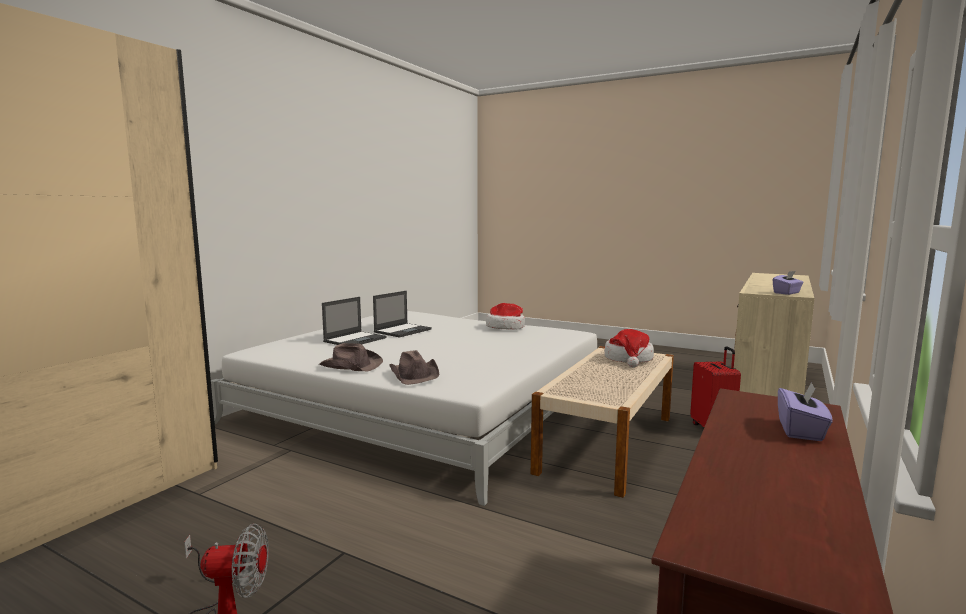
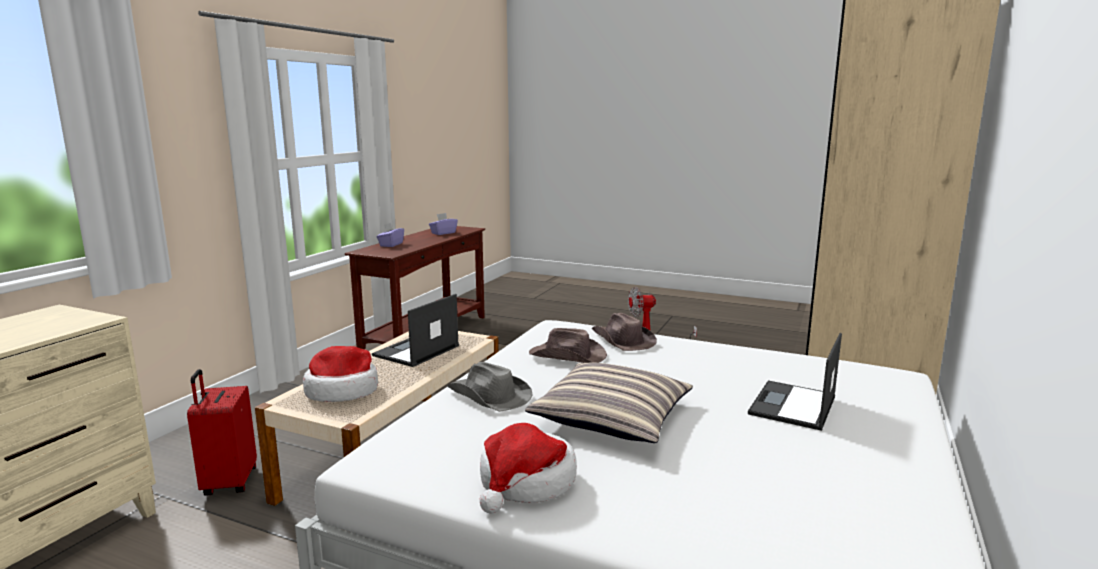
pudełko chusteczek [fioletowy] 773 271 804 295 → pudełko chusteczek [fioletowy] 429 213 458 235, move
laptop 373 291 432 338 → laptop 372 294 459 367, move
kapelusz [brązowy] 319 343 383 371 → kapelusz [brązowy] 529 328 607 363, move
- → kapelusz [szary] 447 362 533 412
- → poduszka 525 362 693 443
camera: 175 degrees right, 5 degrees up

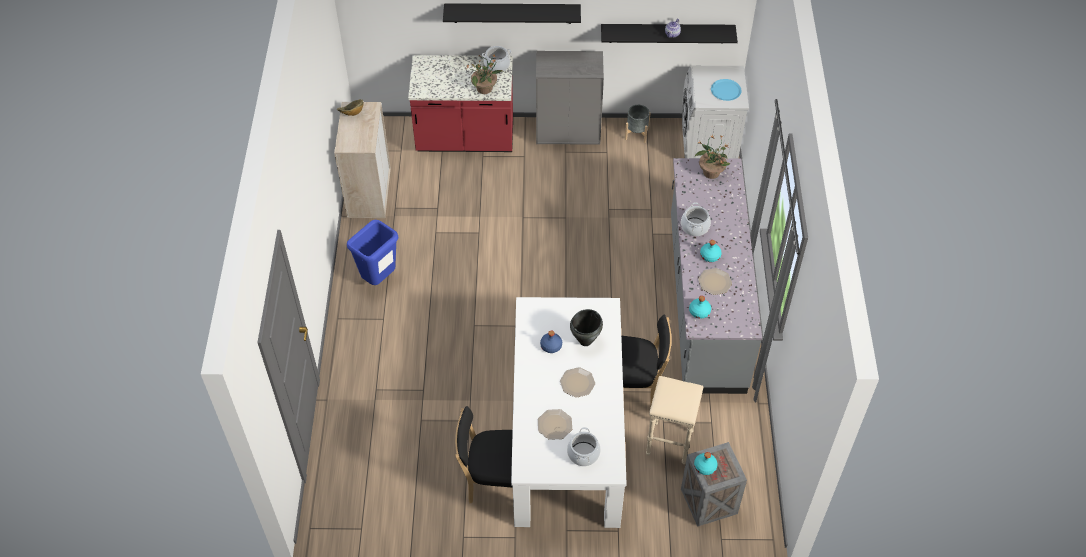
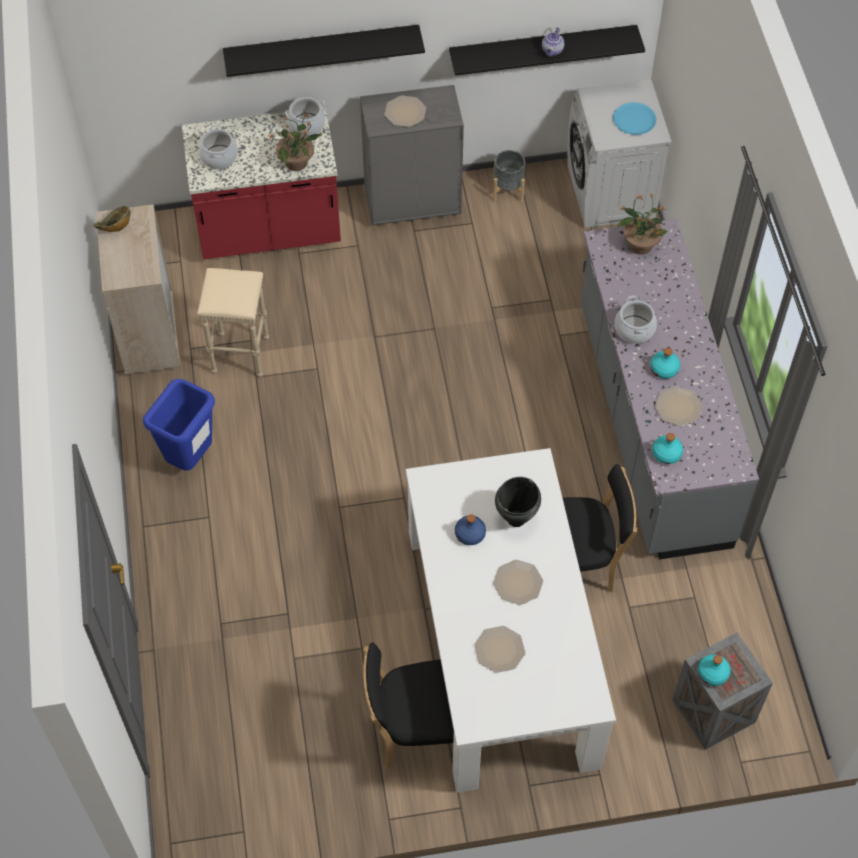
stołek [beżowy] 646 376 703 464 → stołek [beżowy] 197 268 269 377, move
garnek 567 427 601 466 → garnek 199 125 238 169, move
- → talerz 384 95 427 127
camera: 10 degrees left, 5 degrees up

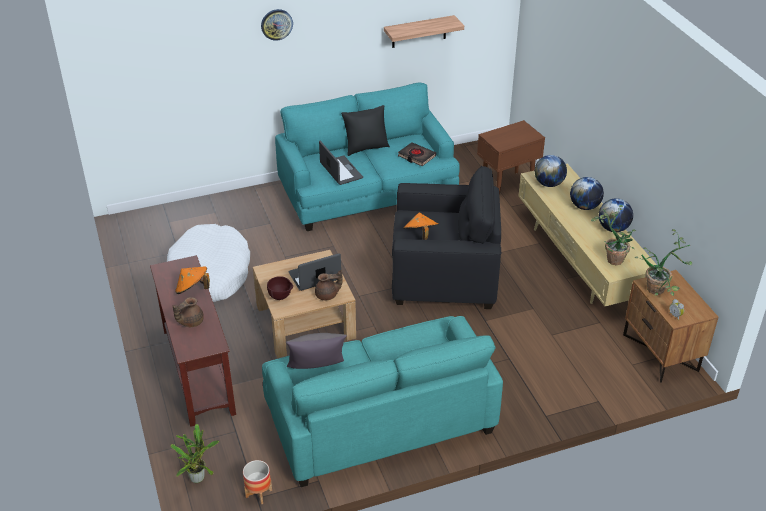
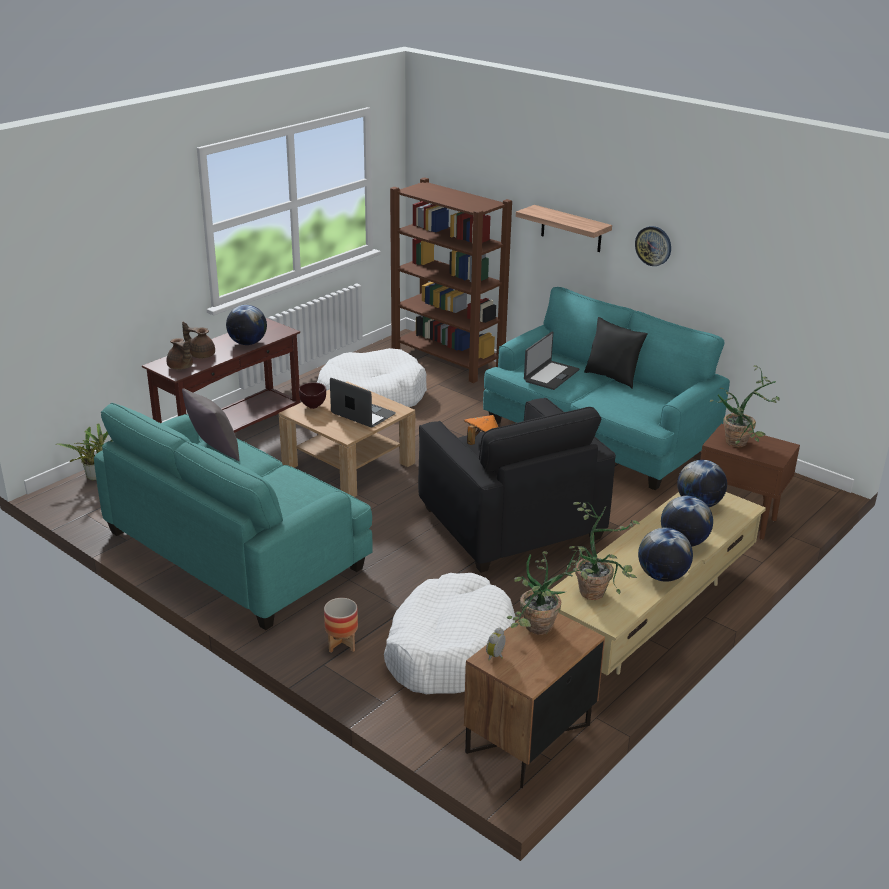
zegar ścienny 261 9 293 41 → zegar ścienny 635 226 671 266, move
półka 384 15 464 48 → półka 516 205 612 252, move
książka [czarny] 398 142 436 166 → -
kapelusz [pomarańczowy] 175 266 210 294 → globus 226 305 267 345
imbryk [brązowy] 315 270 342 300 → imbryk [brązowy] 167 338 193 370, move
donica 243 460 272 504 → donica 324 598 358 653, move
- → regał [brązowy] 390 177 512 383
- → roślina doniczkowa 710 365 780 447
- → legowisko [biały] 384 573 516 694
camera: 60 degrees right, 10 degrees down

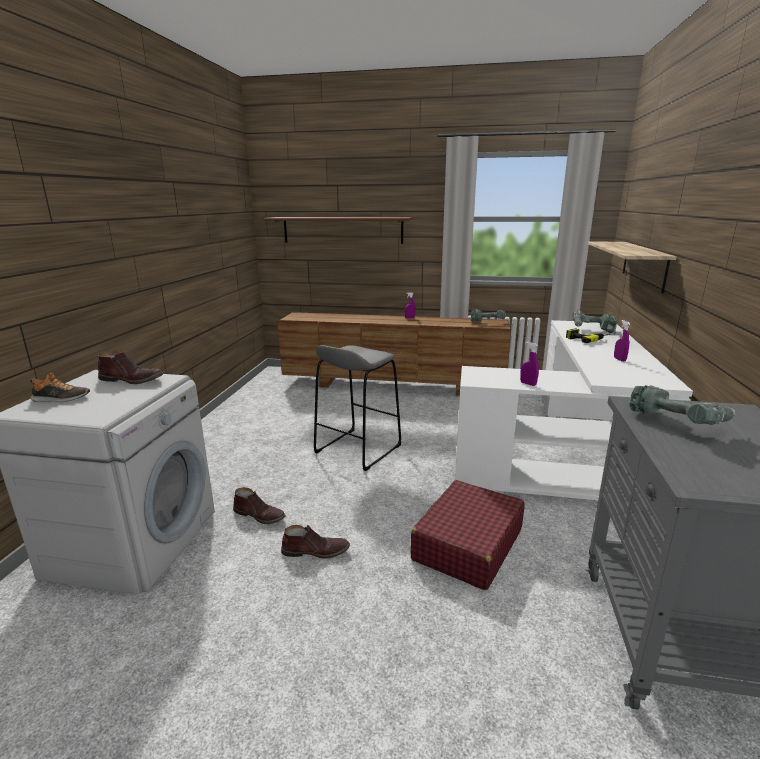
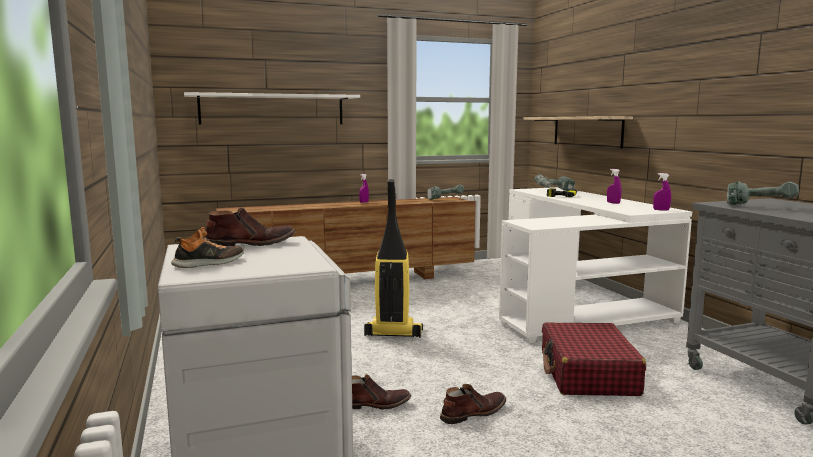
półka [brązowy] 263 217 413 244 → półka [biały] 184 92 360 125
spryskiwacz [fioletowy] 520 342 539 386 → spryskiwacz [fioletowy] 653 173 671 211, move
stołek [szary] 314 345 402 471 → odkurzacz 364 179 423 338
camera: 30 degrees left, 10 degrees down

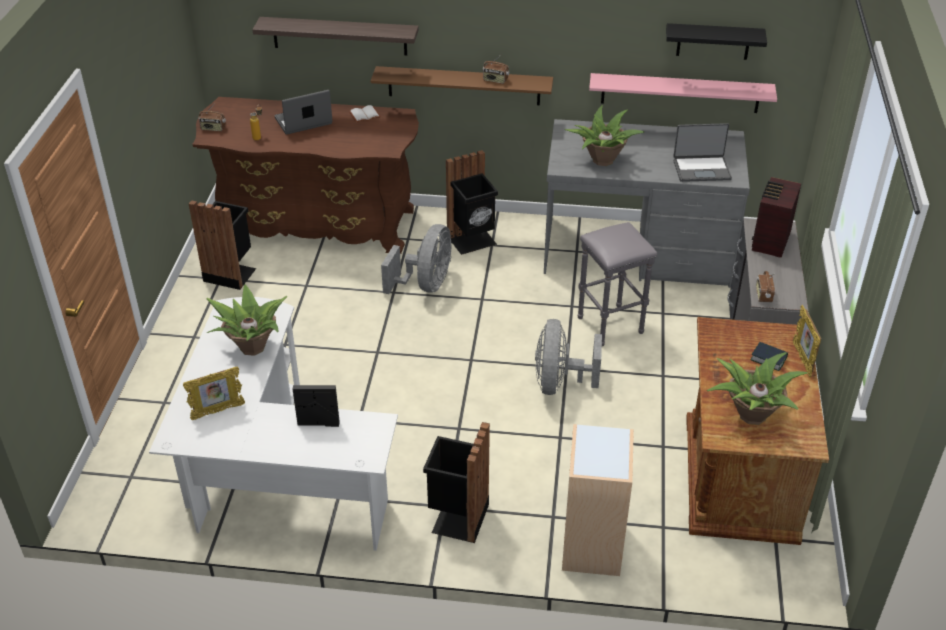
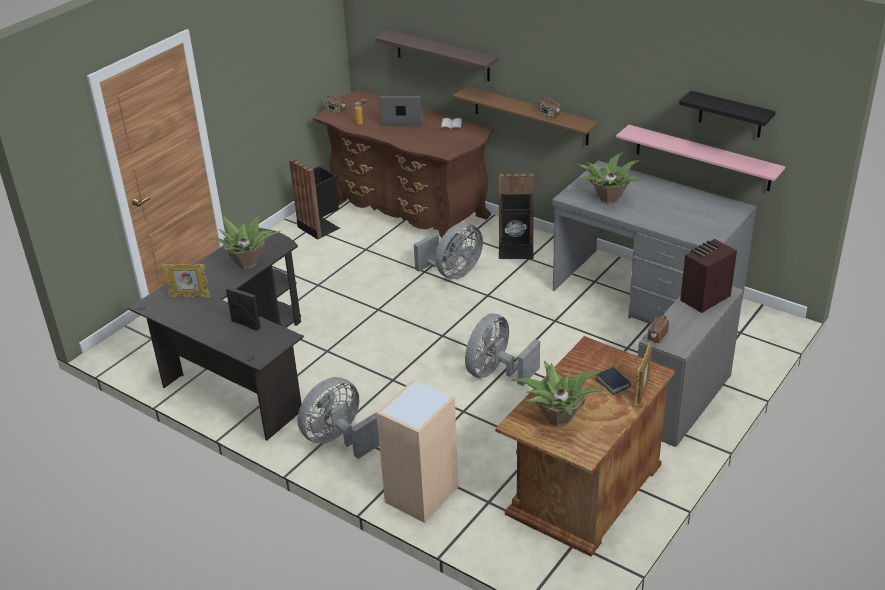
laptop 673 123 732 182 → -
stołek [szary] 578 222 657 346 → -
biurko [biały] 149 297 398 551 → biurko [czarny] 128 228 304 441
kosz na śmieci [czarny] 423 422 490 543 → wentylator [szary] 297 377 379 459
camera: 30 degrees right, 5 degrees down

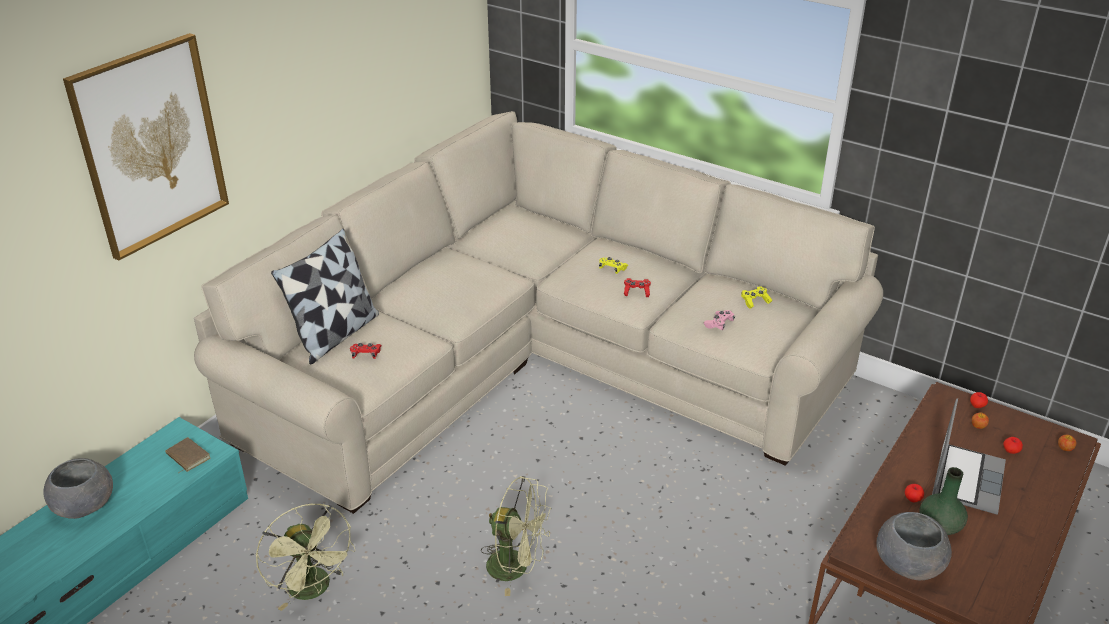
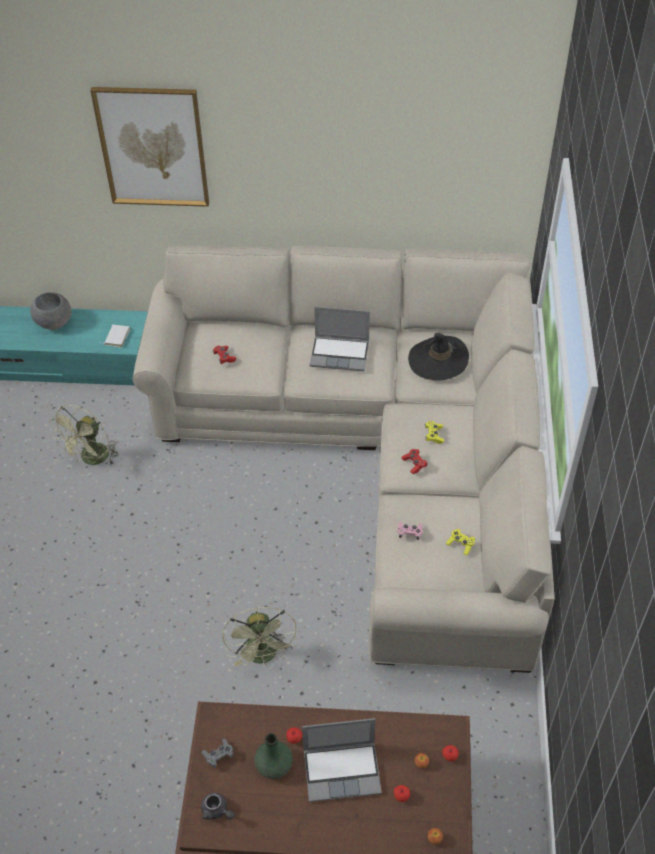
poduszka 271 228 379 365 → -
książka [brązowy] 165 437 211 474 → książka [biały] 101 325 130 348
wentylator [zielony] 481 476 552 596 → wentylator [zielony] 222 607 297 667, move
miska [szary] 876 512 952 580 → pad do gier [szary] 202 738 233 768
- → laptop 310 307 370 371
- → kapelusz [czarny] 408 329 469 381
- → imbryk [szary] 201 793 235 820
camera: 60 degrees right, 15 degrees up

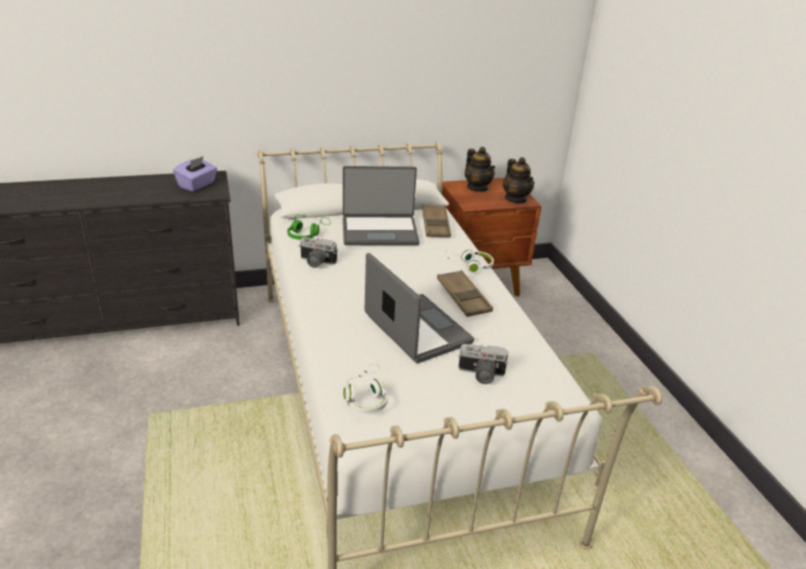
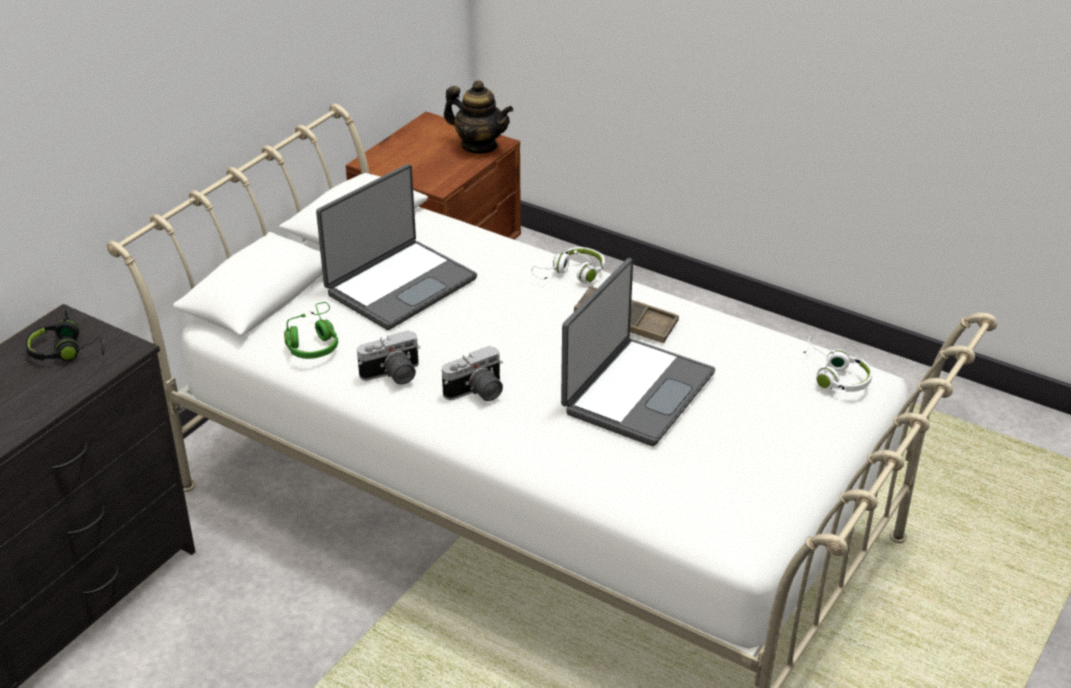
imbryk 465 147 495 192 → -
pudełko chusteczek [fioletowy] 173 156 217 191 → słuchawki [czarny] 25 311 104 361
taca [brązowy] 422 204 451 238 → -
laptop 364 253 474 363 → laptop 561 258 715 447, 105 degrees clockwise
aparat fotograficzny 458 344 508 384 → aparat fotograficzny 442 345 503 401, move
słuchawki [biały] 344 364 388 414 → słuchawki [biały] 804 337 873 392, move
camera: 40 degrees left, 5 degrees up

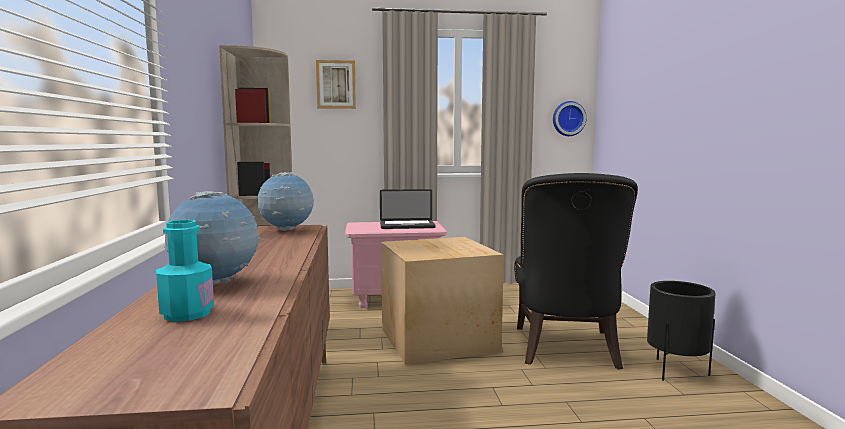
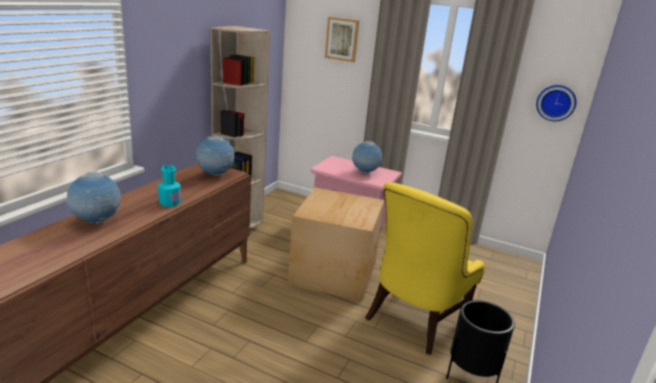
krzesło [czarny] 514 173 638 370 → krzesło [żółty] 365 182 485 355
laptop 380 189 436 229 → globus 352 141 382 173
butelka [turkusowy] 156 220 214 322 → butelka [turkusowy] 158 165 181 207, move
camera: 30 degrees right, 15 degrees up

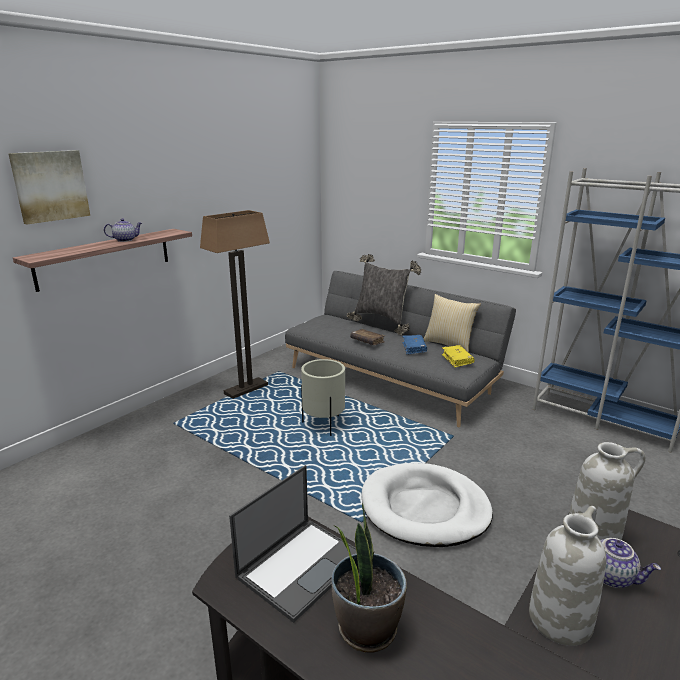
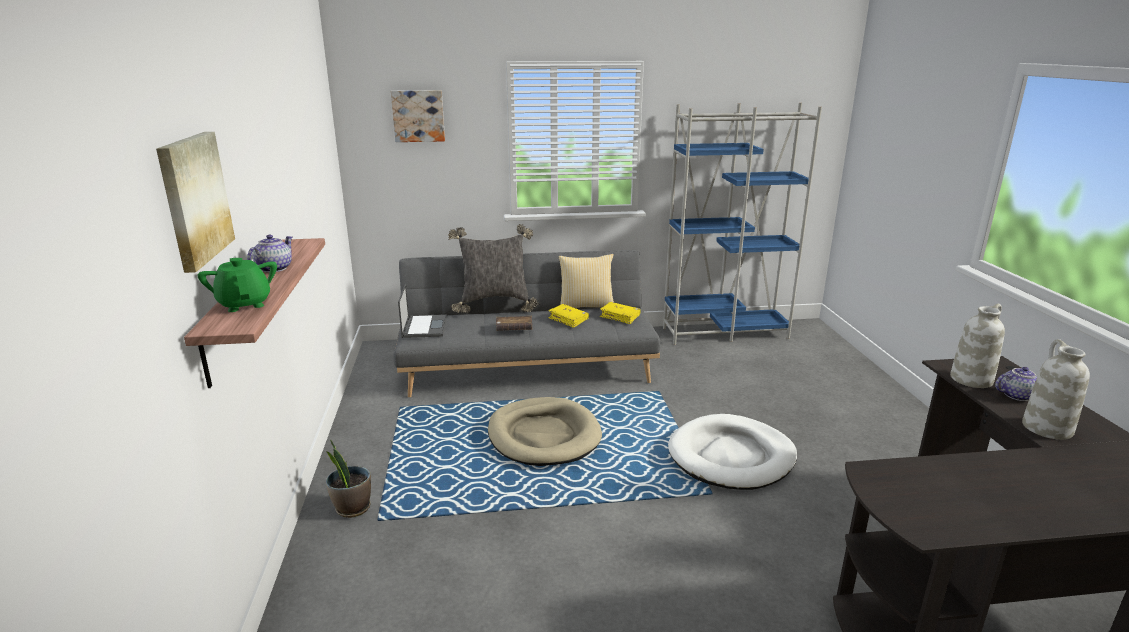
lampa stojąca 200 210 270 399 → -
książka [niebieski] 402 335 427 355 → książka [żółty] 548 304 589 328
donica [beżowy] 301 359 345 436 → legowisko [beżowy] 488 397 602 466
laptop 229 465 357 623 → laptop 398 284 447 338, move
roślina doniczkowa 331 503 407 653 → roślina doniczkowa 326 440 371 518, move
- → obraz 391 90 445 142
- → imbryk [zielony] 198 258 277 312
camera: 45 degrees left, 0 degrees up

